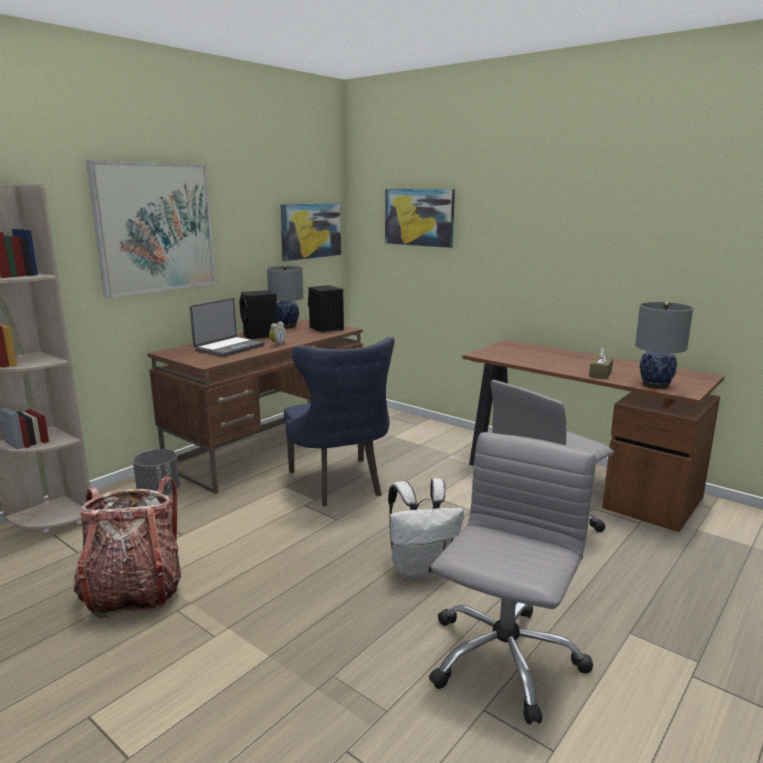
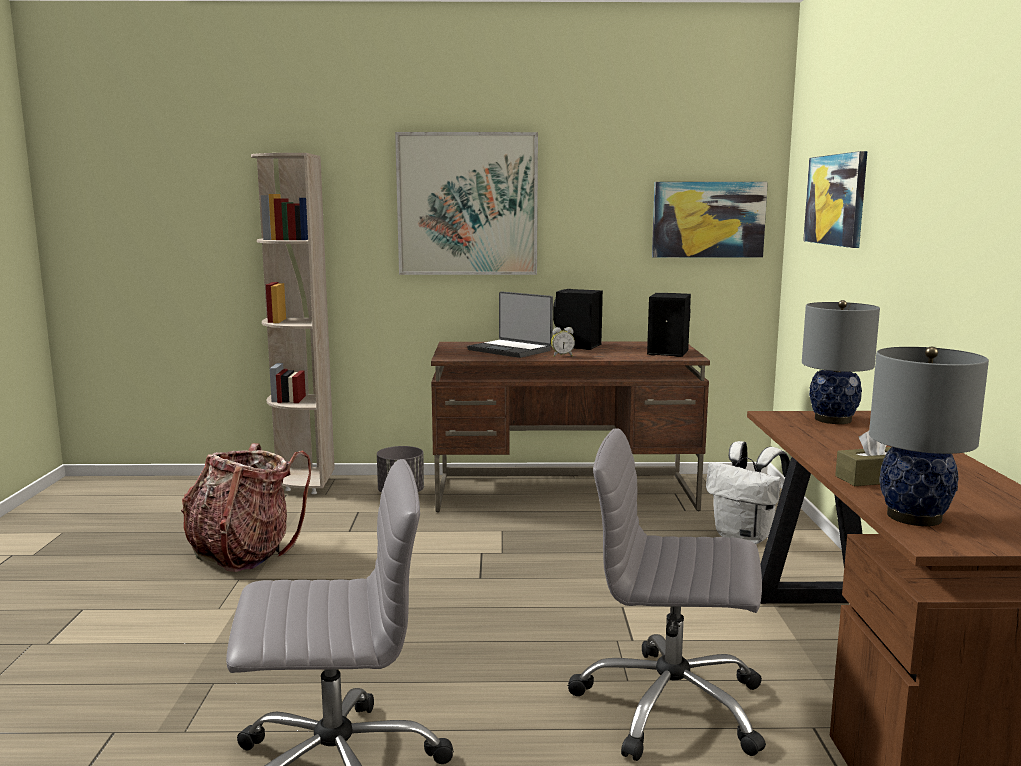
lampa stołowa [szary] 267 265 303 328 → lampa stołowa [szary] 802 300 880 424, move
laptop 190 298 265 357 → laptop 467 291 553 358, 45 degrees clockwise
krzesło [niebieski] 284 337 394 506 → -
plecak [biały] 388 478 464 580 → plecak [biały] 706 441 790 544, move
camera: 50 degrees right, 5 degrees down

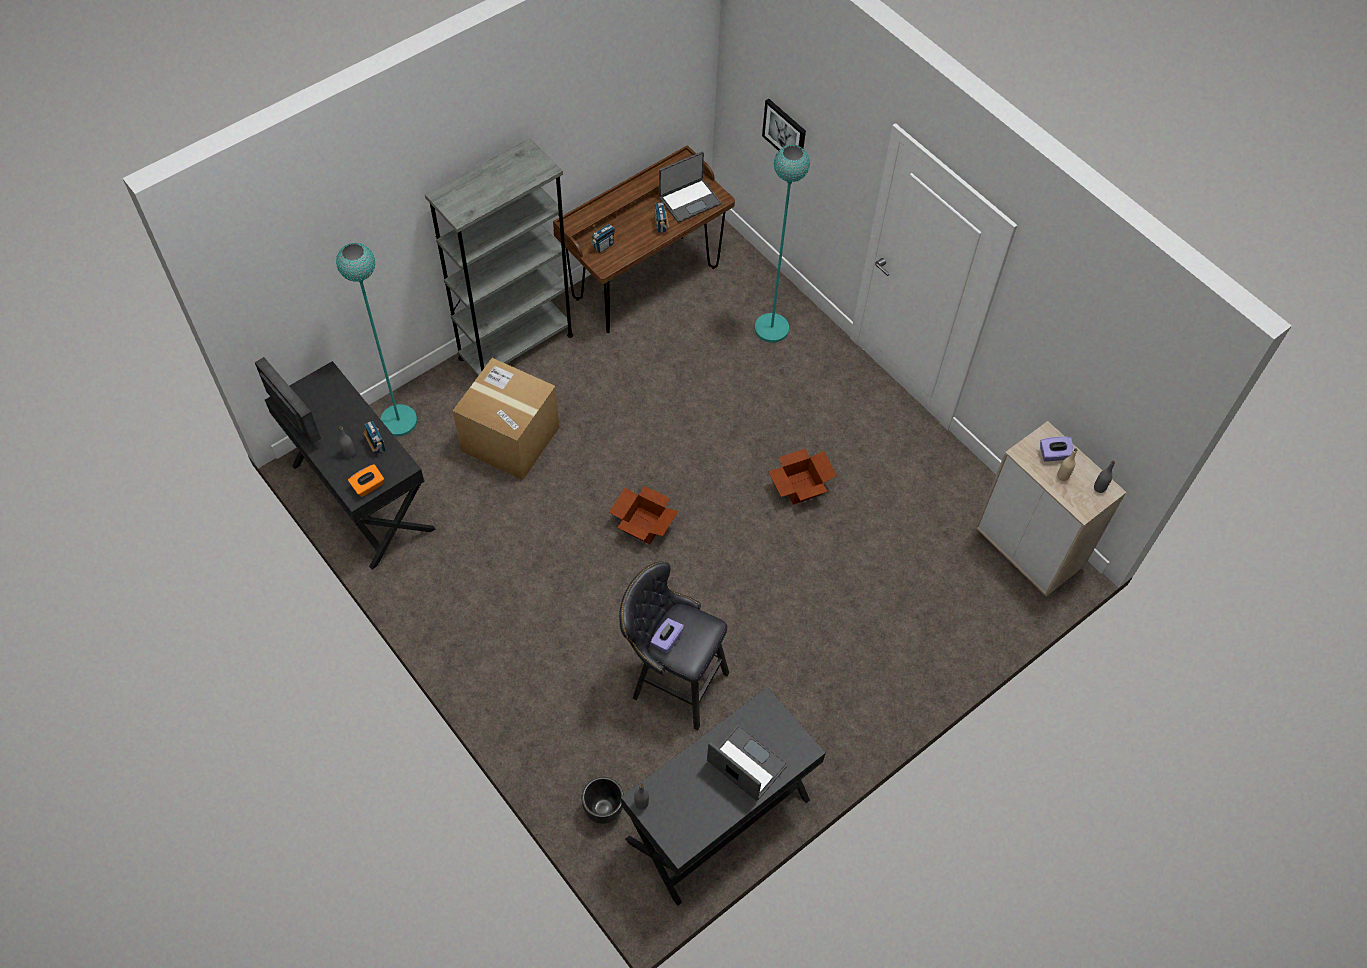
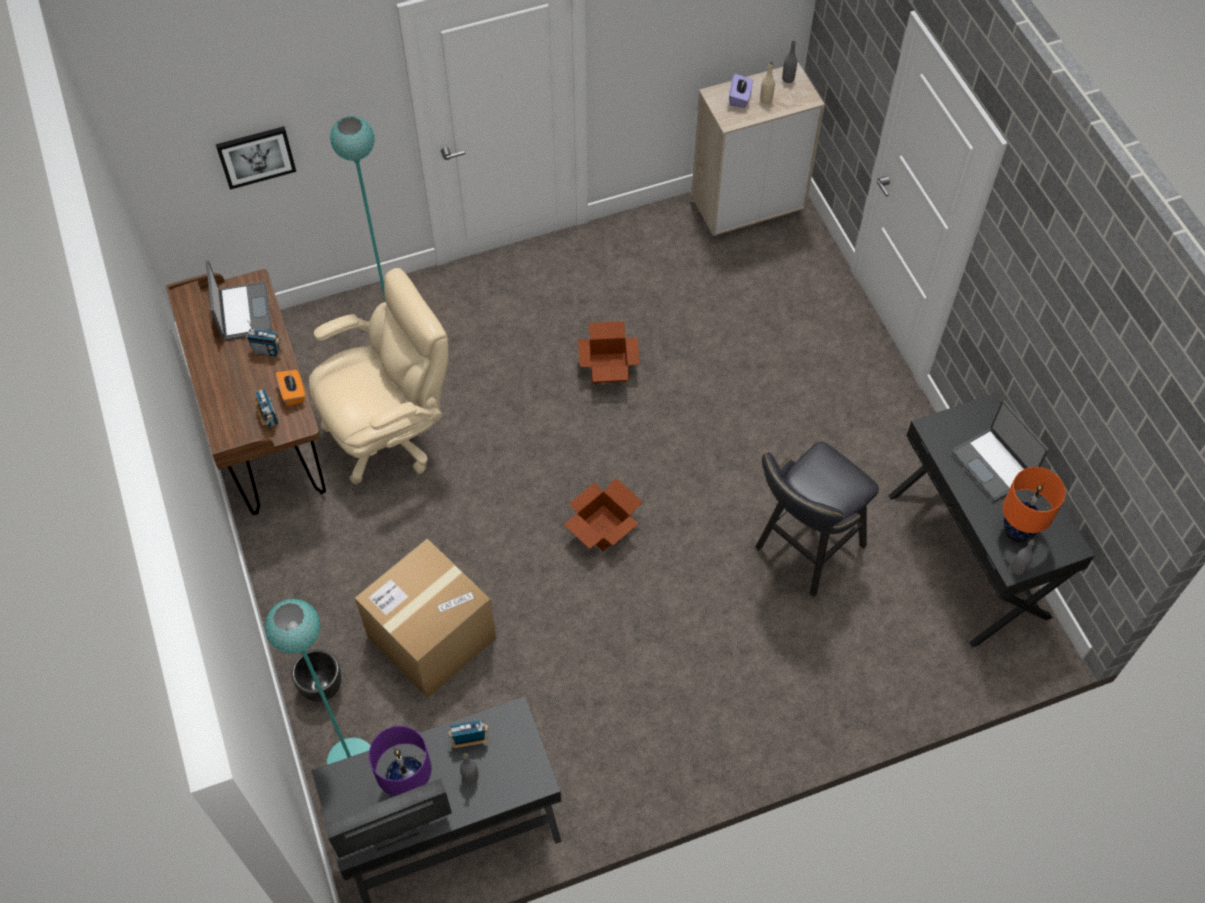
regał [szary] 425 139 573 376 → -
pudełko chusteczek [pomarańczowy] 348 464 384 497 → pudełko chusteczek [pomarańczowy] 276 370 305 406, move
pudełko chusteczek [fioletowy] 651 618 684 654 → -
laptop 707 725 787 801 → laptop 952 401 1049 501, 90 degrees counterclockwise
donica [czarny] 582 777 624 824 → donica [czarny] 292 649 341 702, move
- → krzesło biurowe [beżowy] 309 268 449 485
- → lampa stołowa [pomarańczowy] 1003 467 1066 542
- → lampa stołowa [fioletowy] 369 726 431 796
camera: 70 degrees left, 0 degrees up

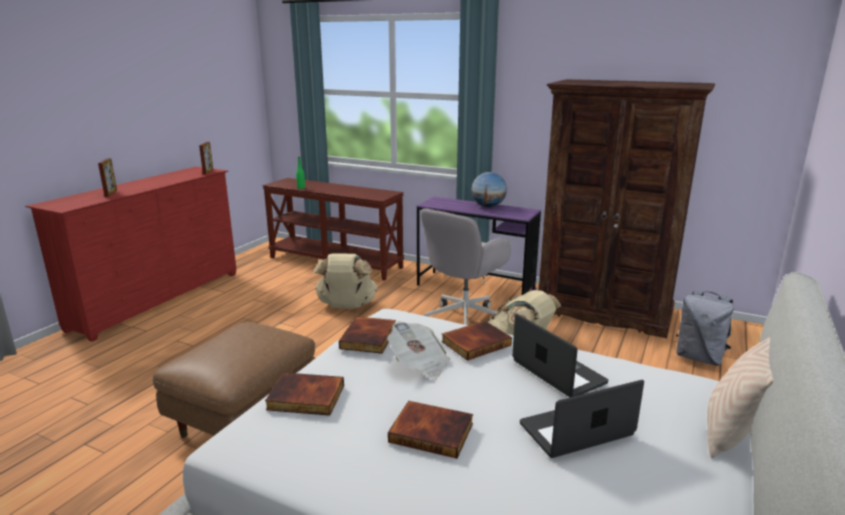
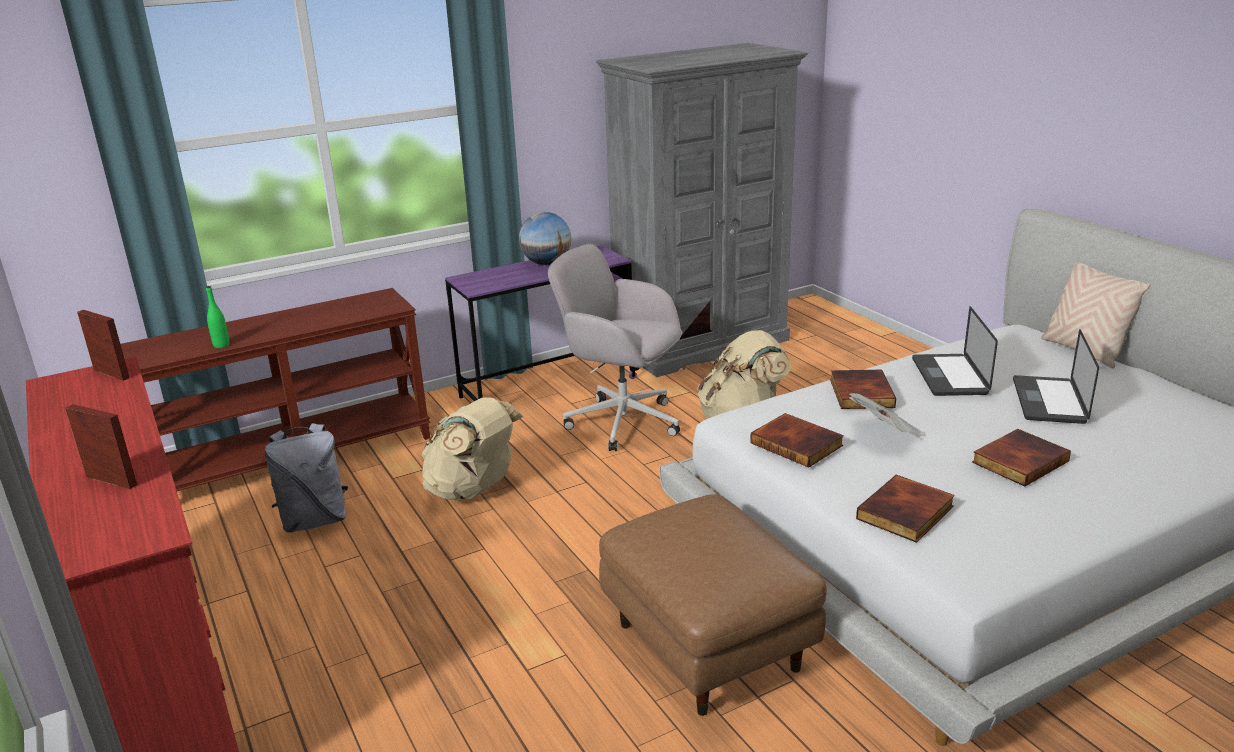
szafa [brązowy] 539 79 715 338 → szafa [szary] 596 43 808 377
krzesło biurowe [szary] 421 208 511 325 → krzesło biurowe [szary] 548 244 682 451, 135 degrees clockwise
plecak [szary] 676 291 734 366 → plecak [szary] 265 423 348 533, move
laptop 512 313 608 397 → laptop 912 306 998 396, 90 degrees counterclockwise
camera: 55 degrees left, 5 degrees up

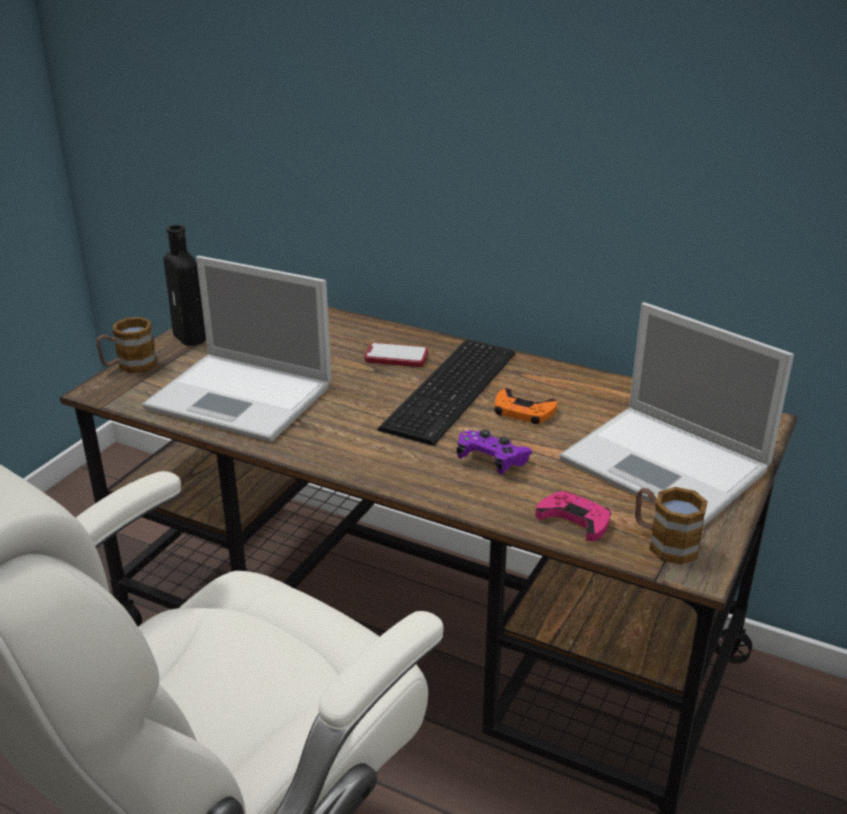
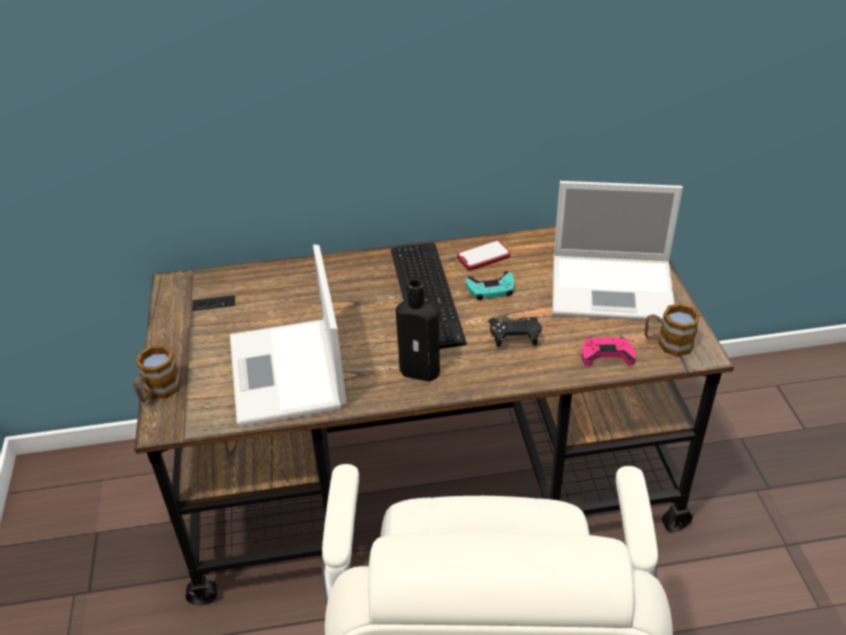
butelka [czarny] 164 225 206 346 → butelka [czarny] 396 278 440 381, move
laptop 142 256 331 442 → laptop 230 245 347 427, 90 degrees clockwise
telefon 365 343 428 367 → telefon 457 240 510 270, move
pad do gier [pomarańczowy] 494 388 557 424 → pad do gier [turkusowy] 466 271 514 300
pad do gier [fioletowy] 456 430 533 474 → pad do gier [czarny] 489 317 542 347
camera: 35 degrees left, 10 degrees up

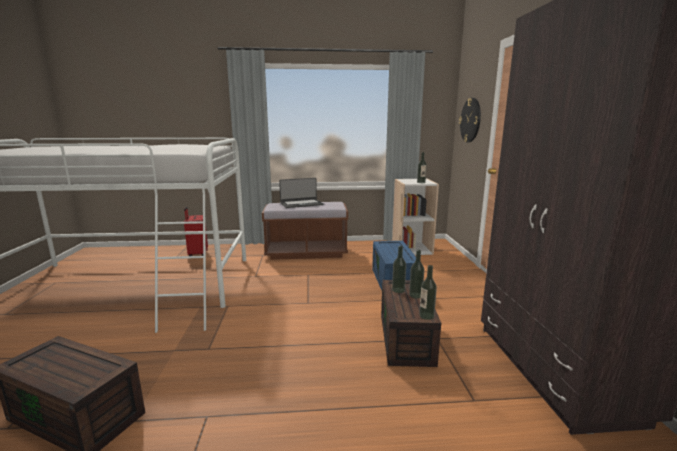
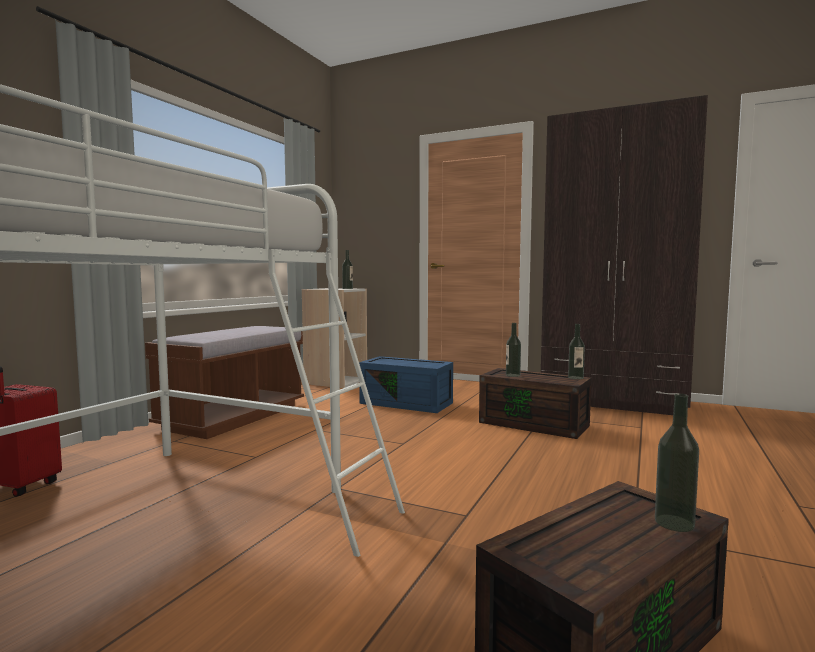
zegar ścienny 459 98 481 142 → -
laptop 279 178 324 208 → -
butelka 409 250 424 299 → butelka 655 394 699 532, move
camera: 60 degrees left, 10 degrees down

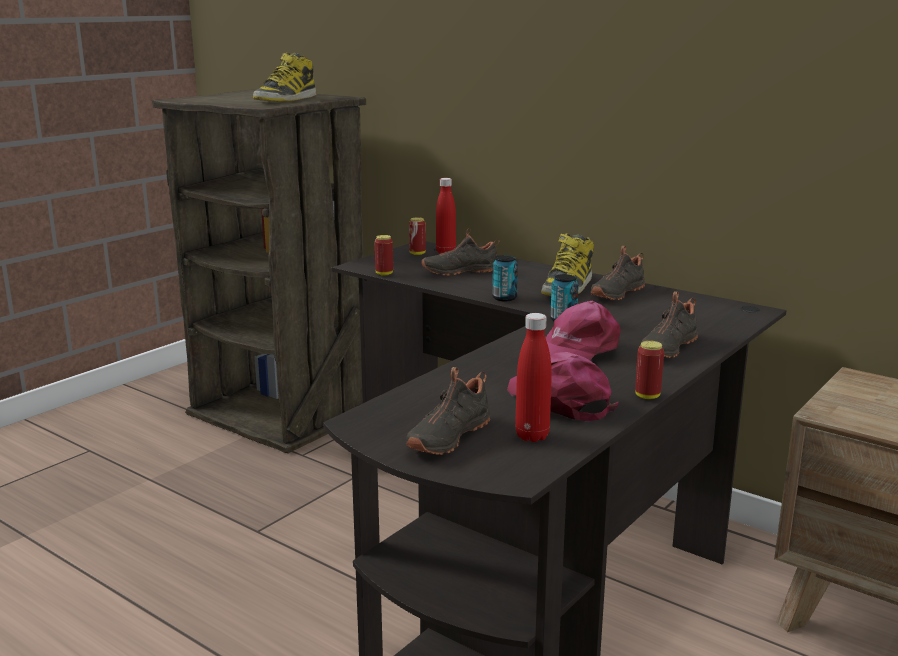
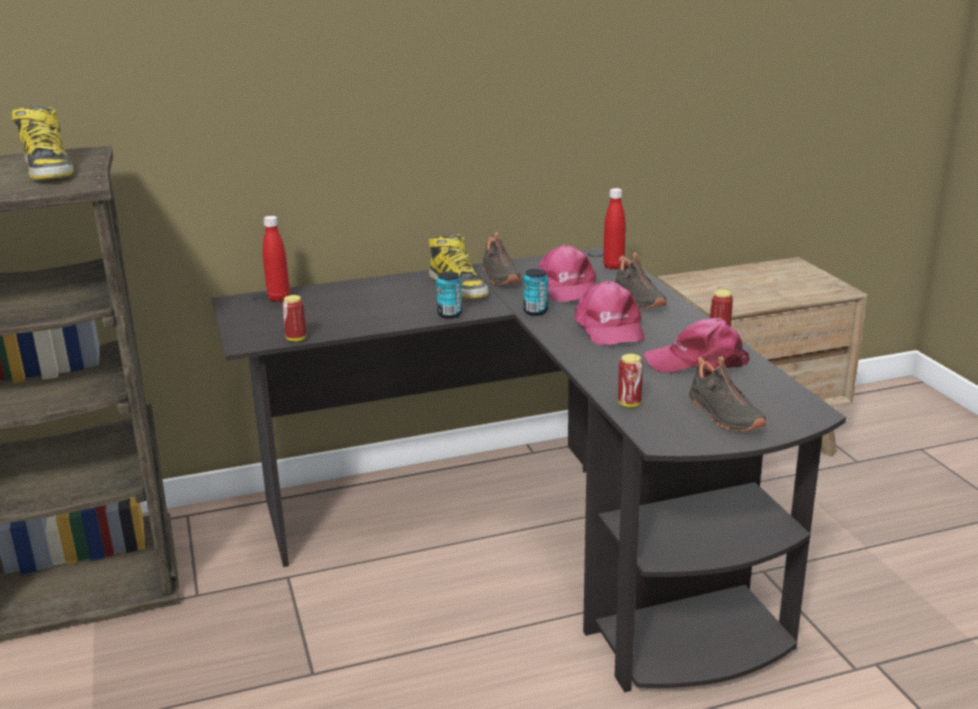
puszka 409 217 426 255 → puszka 618 354 643 407, move
but [czarny] 421 228 500 276 → -
butelka [czerwony] 515 313 552 442 → butelka [czerwony] 603 188 626 270, move
- → czapka z daszkiem [różowy] 538 245 596 302
camera: 55 degrees left, 5 degrees up

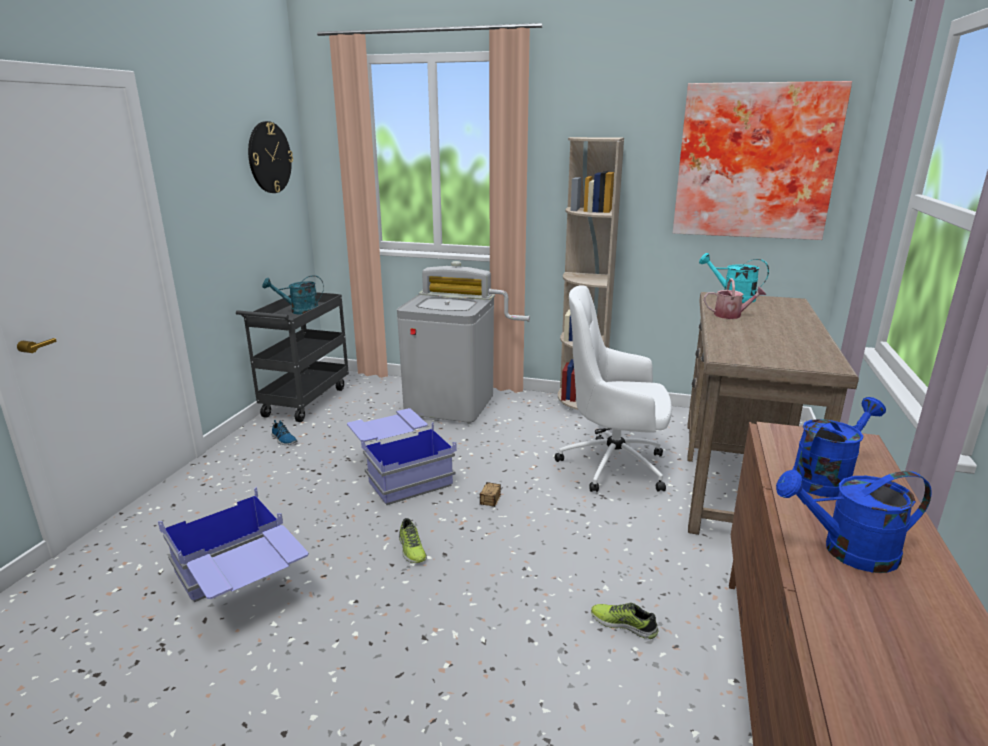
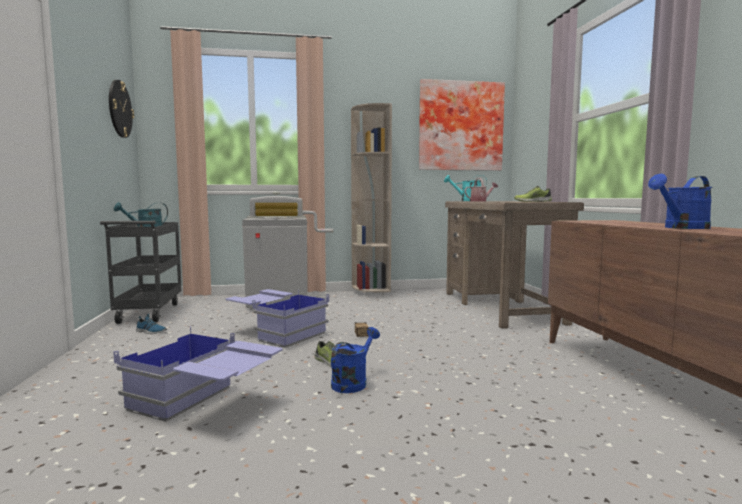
krzesło biurowe [biały] 555 285 672 492 → -
konewka [niebieski] 792 397 886 497 → konewka [niebieski] 331 327 380 393, move
but 591 603 658 639 → but 514 186 552 202, move
camera: 25 degrees left, 15 degrees down

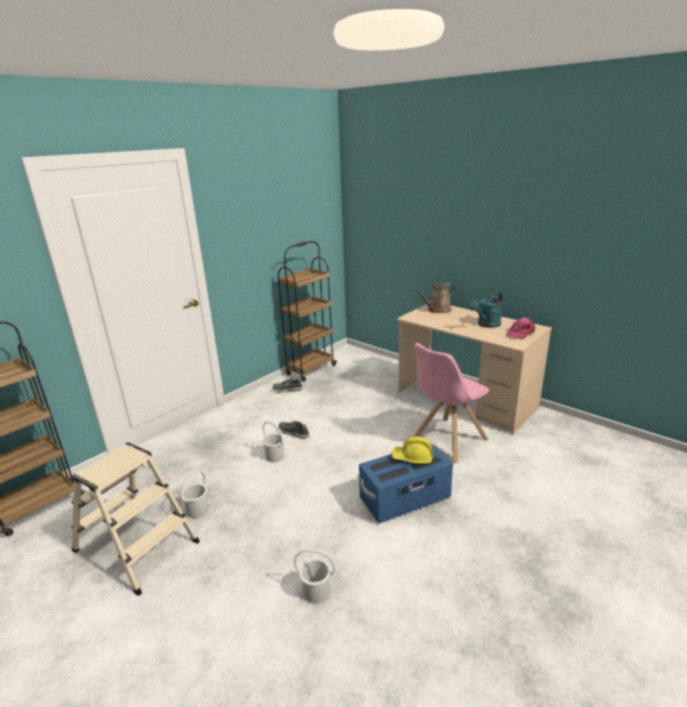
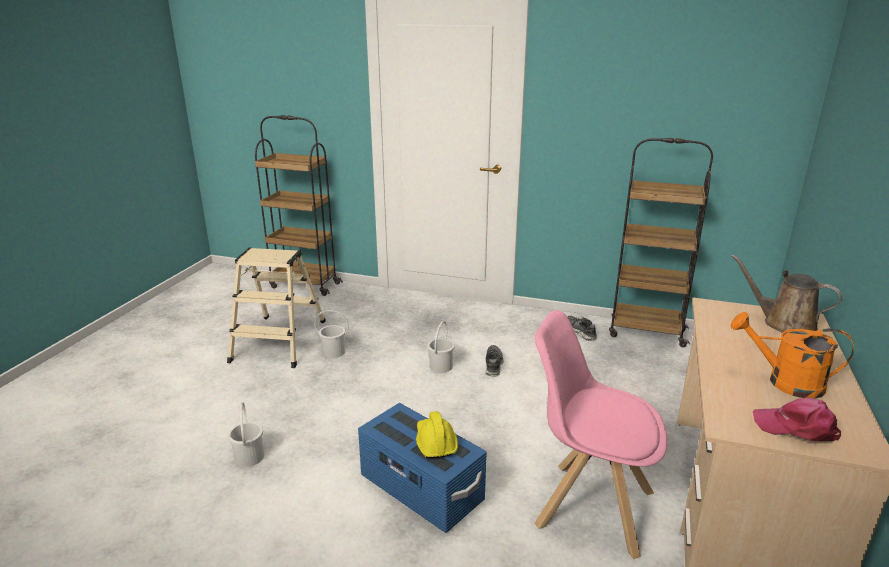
konewka [turkusowy] 469 292 502 328 → konewka [pomarańczowy] 731 312 854 399
camera: 65 degrees right, 0 degrees up

